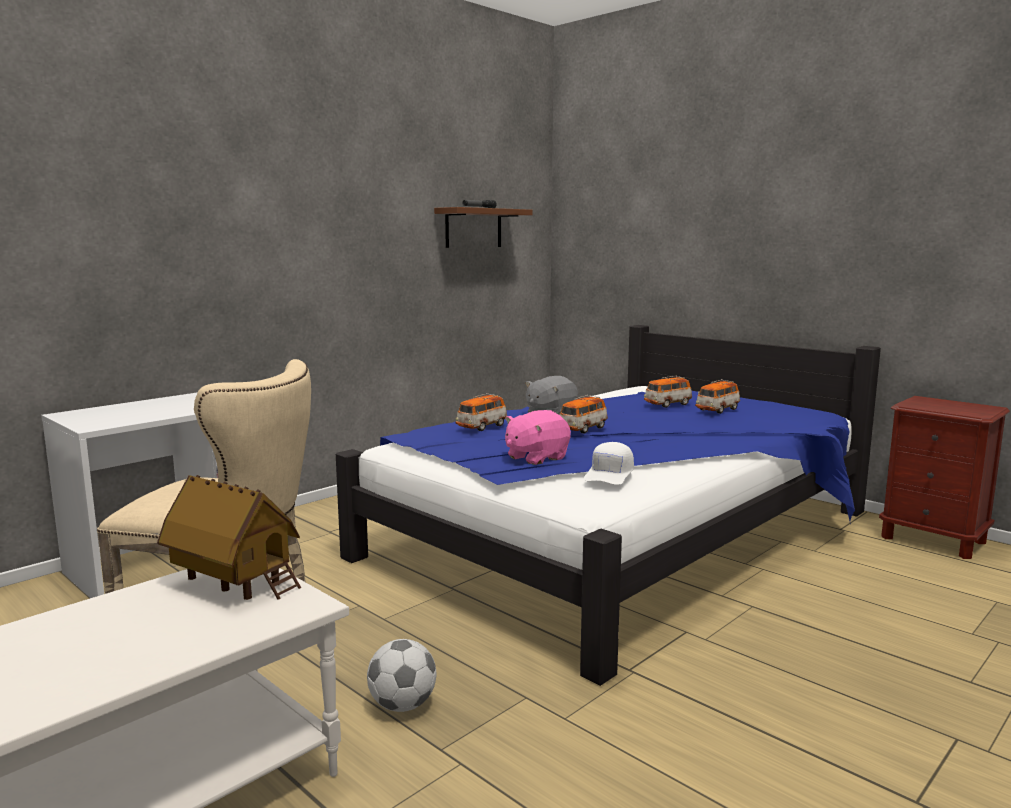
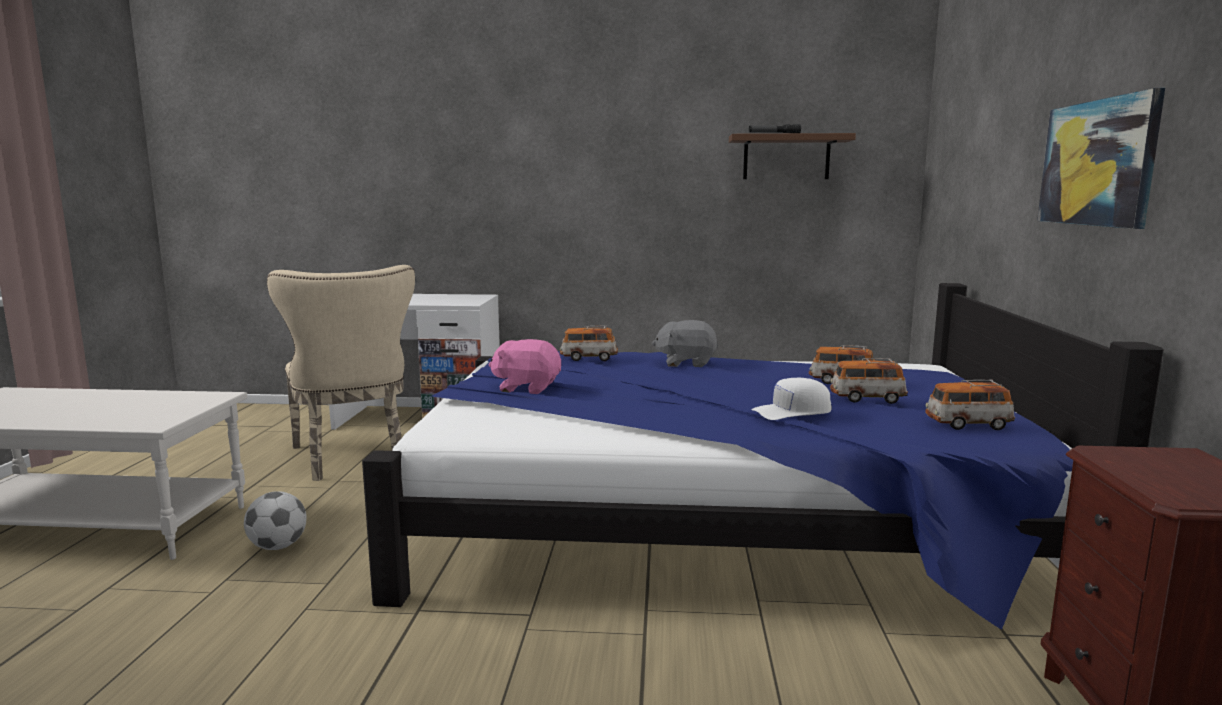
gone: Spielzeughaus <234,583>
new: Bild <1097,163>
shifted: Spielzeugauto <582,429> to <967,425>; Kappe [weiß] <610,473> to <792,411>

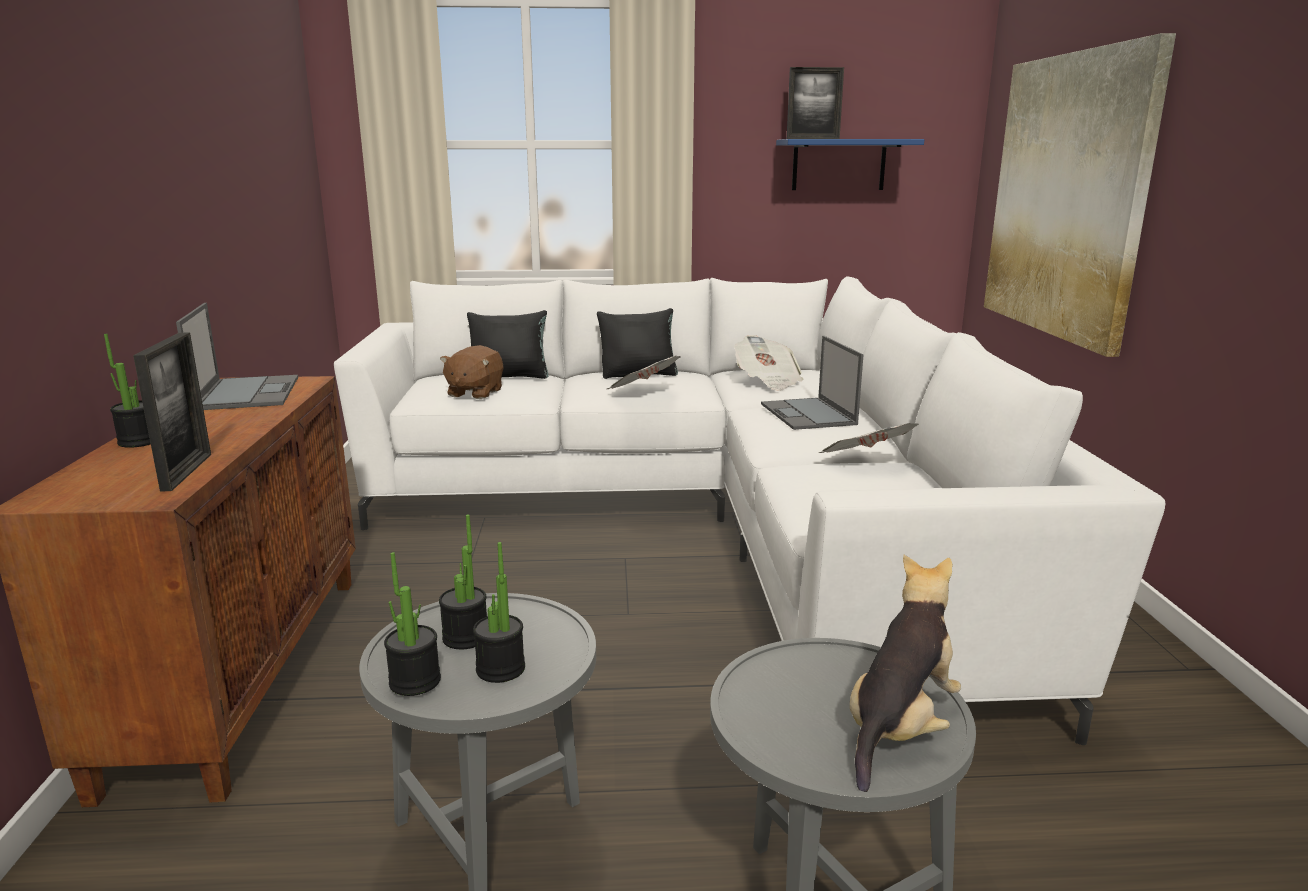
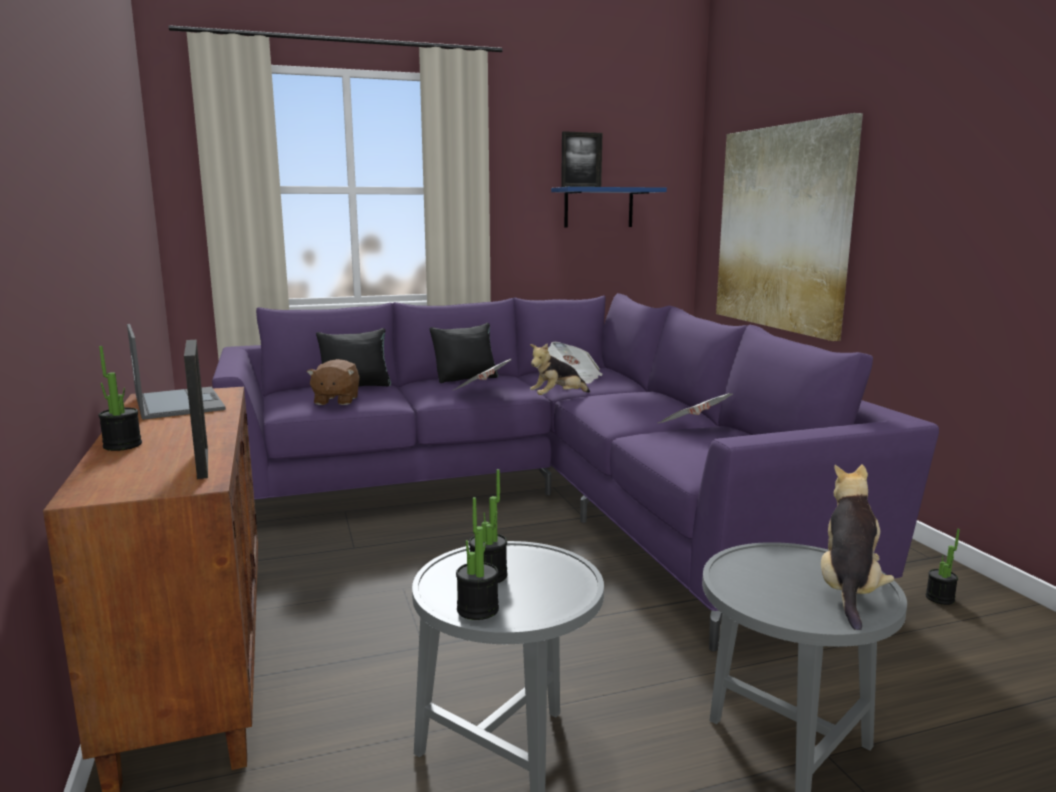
gone: Laptop <808,414>
new: Plüschtier <558,397>
shifted: Topfpflanze <500,669> to <939,598>
repainted: Sofa [weiß] <711,528> to Sofa [lila] <544,501>

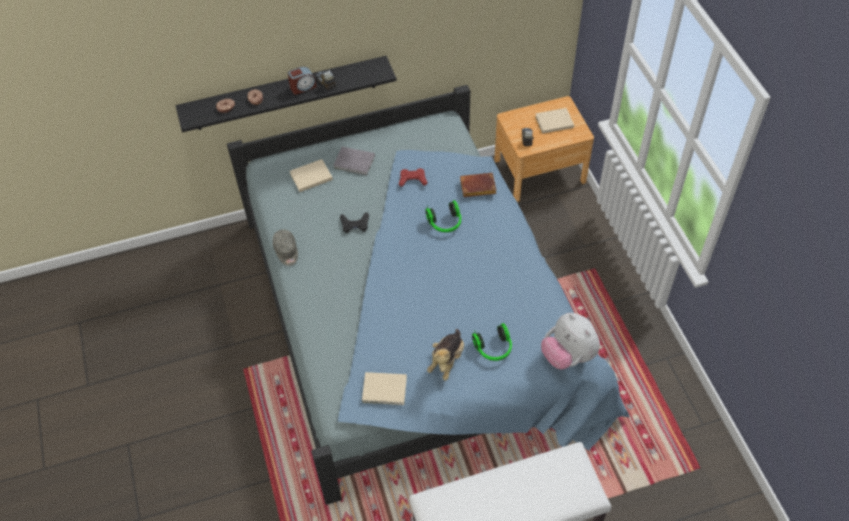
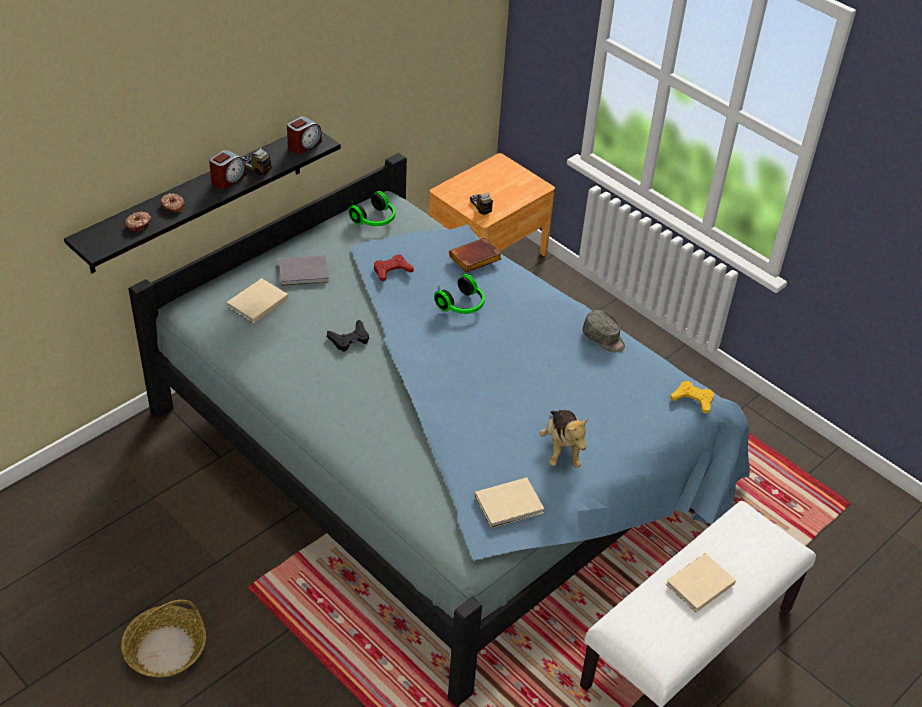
new: Korb <166,649>; Wecker <304,145>
shifted: Kappe [grau] <286,251> to <603,338>; Kopfhörer <494,348> to <375,220>; Buch [beige] <553,121> to <698,584>
swapped: Plüschtier <568,355> to Gamepad [gelb] <693,399>

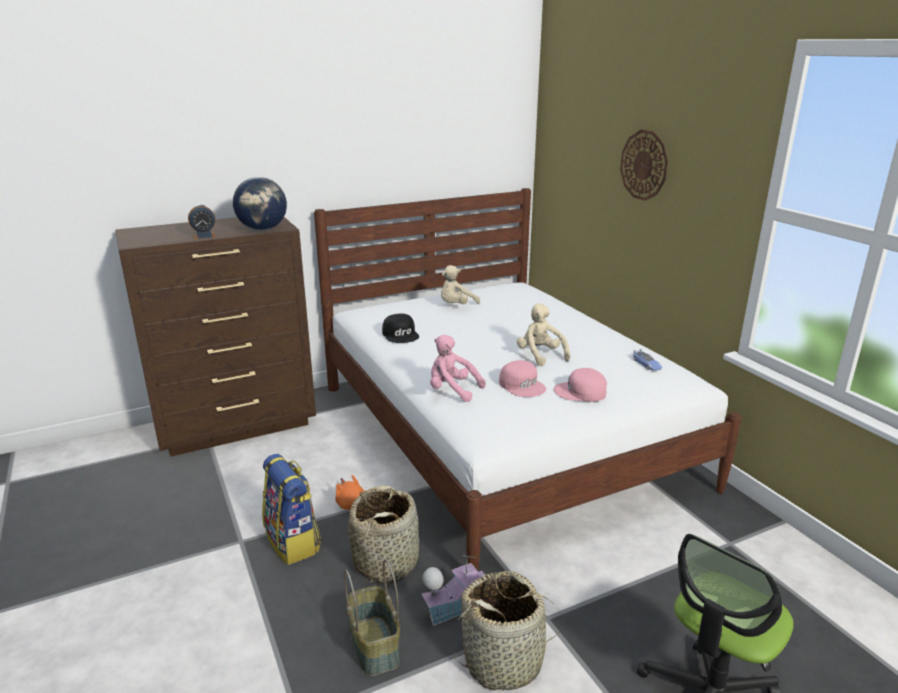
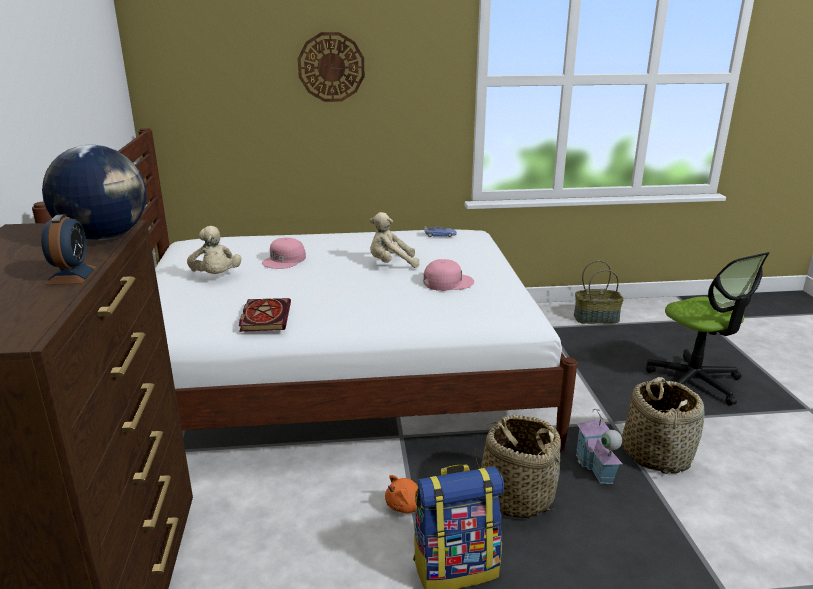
gone: Plüschtier [rosa] <452,390>
shifted: Korb <375,645> to <596,318>; Kappe [rosa] <580,392> to <285,260>
swapped: Kappe [schwarz] <401,334> to Buch <264,317>

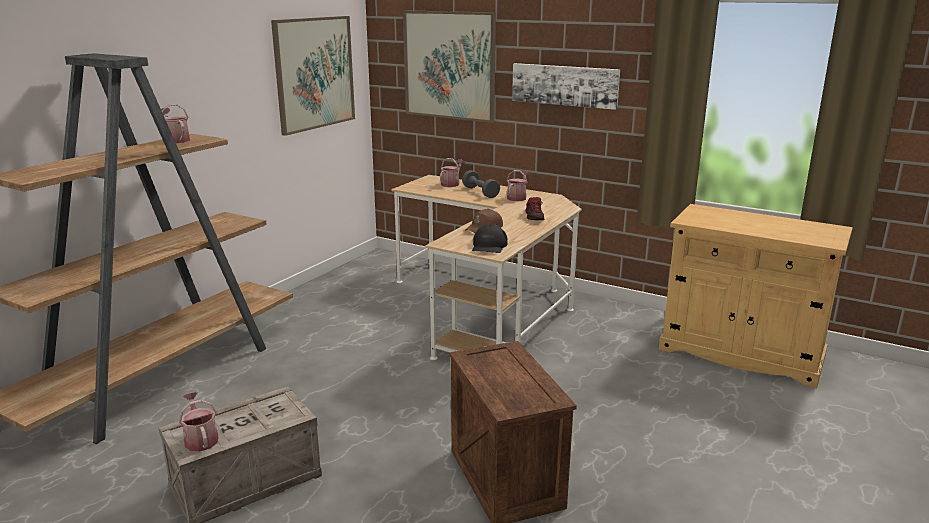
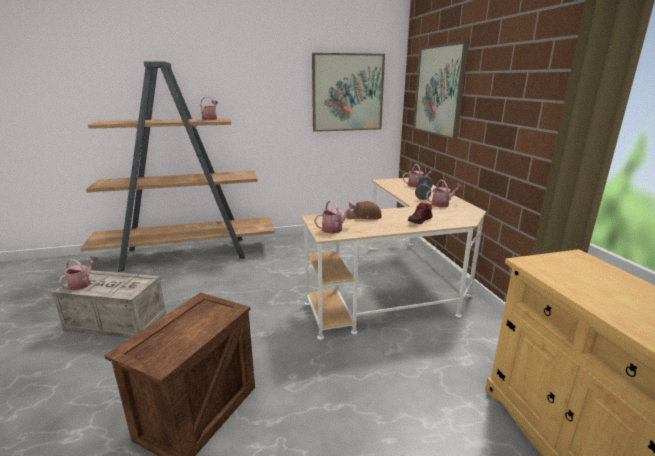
gone: Bild <565,85>
swapped: Kappe [schwarz] <489,246> to Gießkanne <334,229>

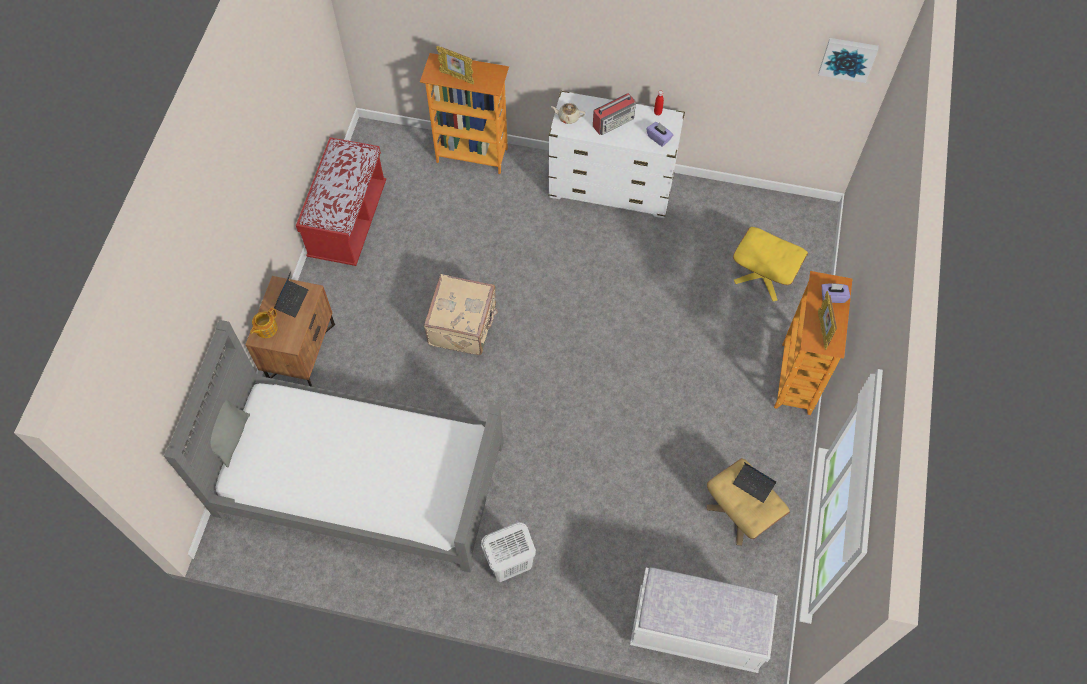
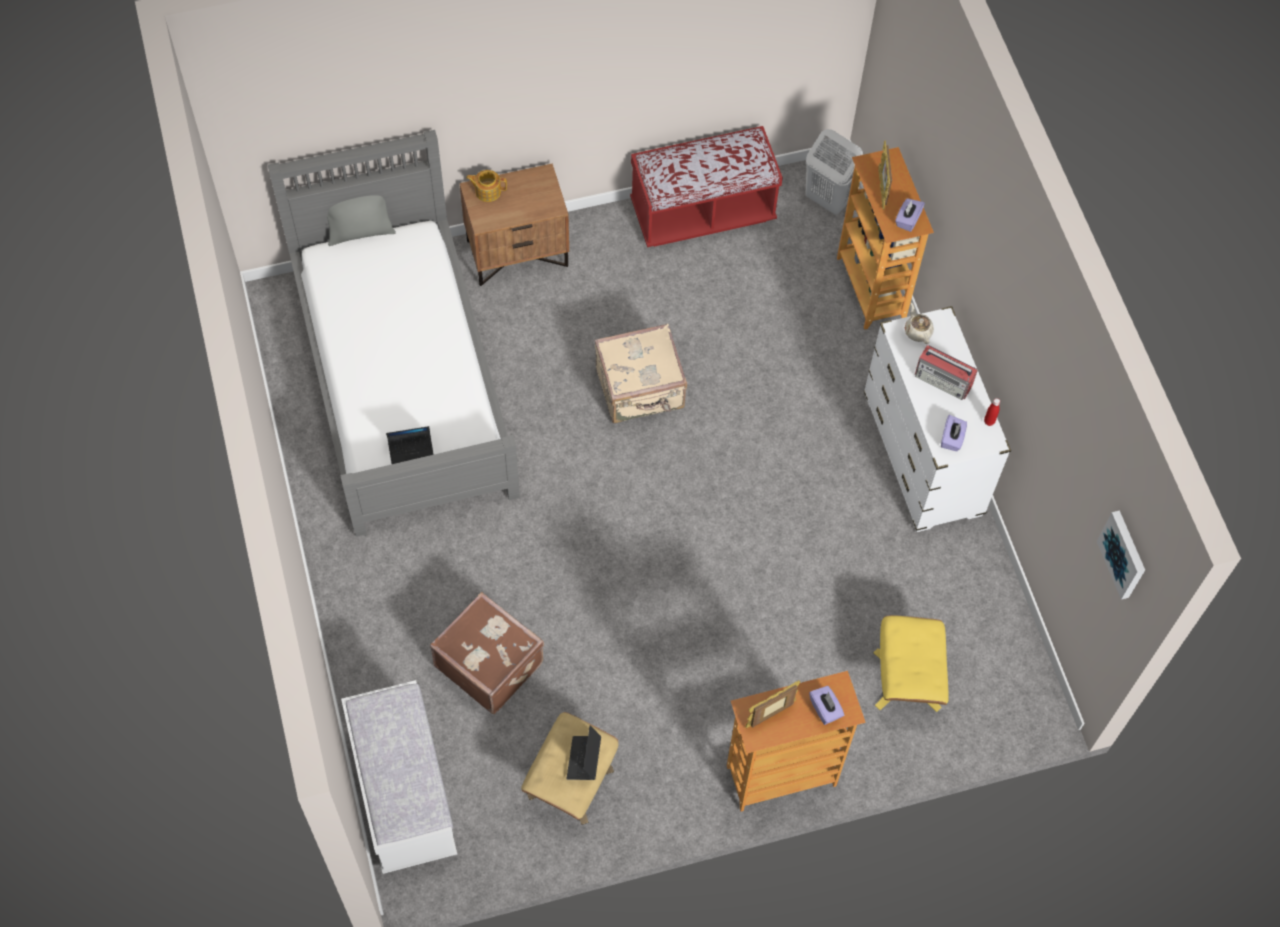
new: Koffer [braun] <490,663>; Taschentuchbox [lila] <907,220>
shifted: Laptop <292,300> to <411,449>; Wäschekorb [weiß] <509,564> to <828,199>

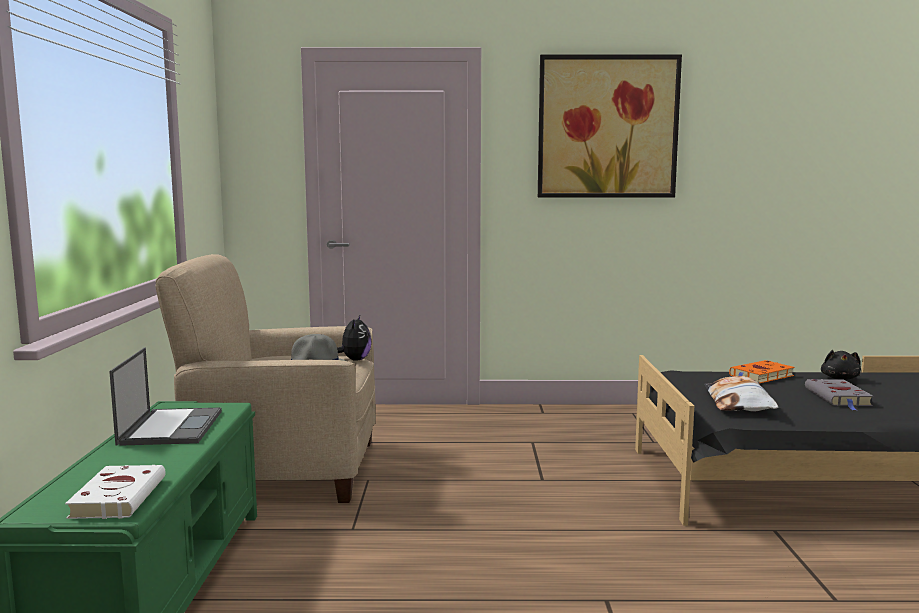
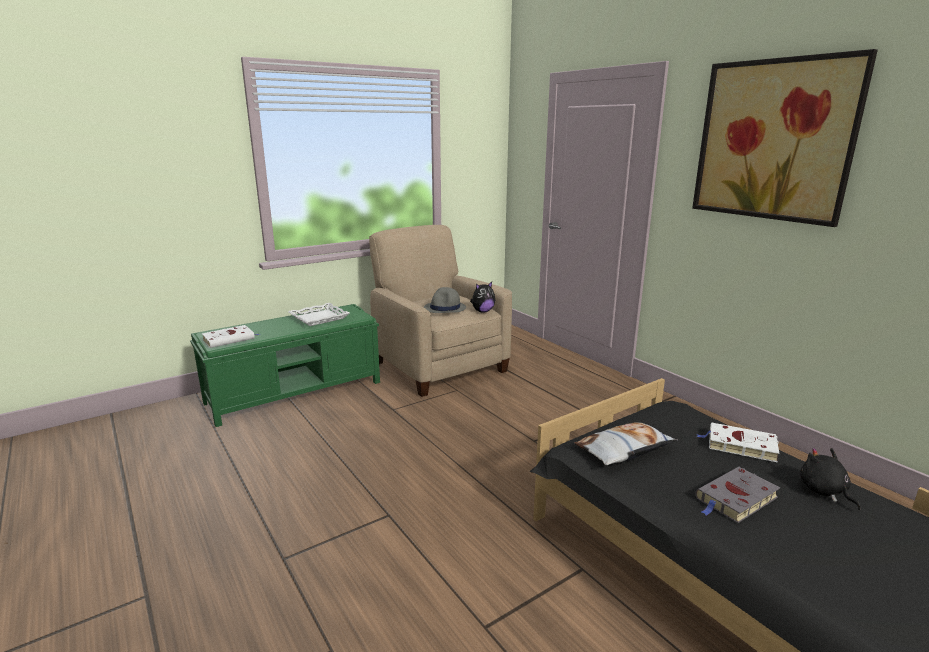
swapped: Laptop <171,427> to Tablett [weiß] <319,318>
repainted: Buch [orange] <760,376> to Buch [weiß] <739,445>
rotated: Plüschtier [schwarz] <840,378> = <824,491> 90 degrees clockwise

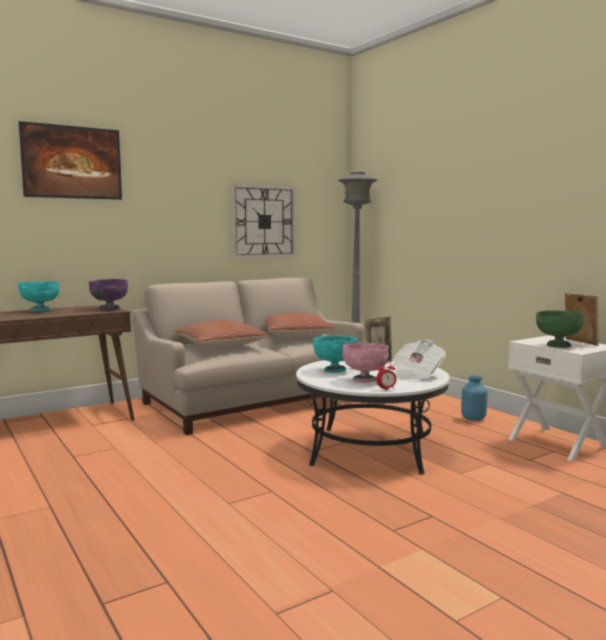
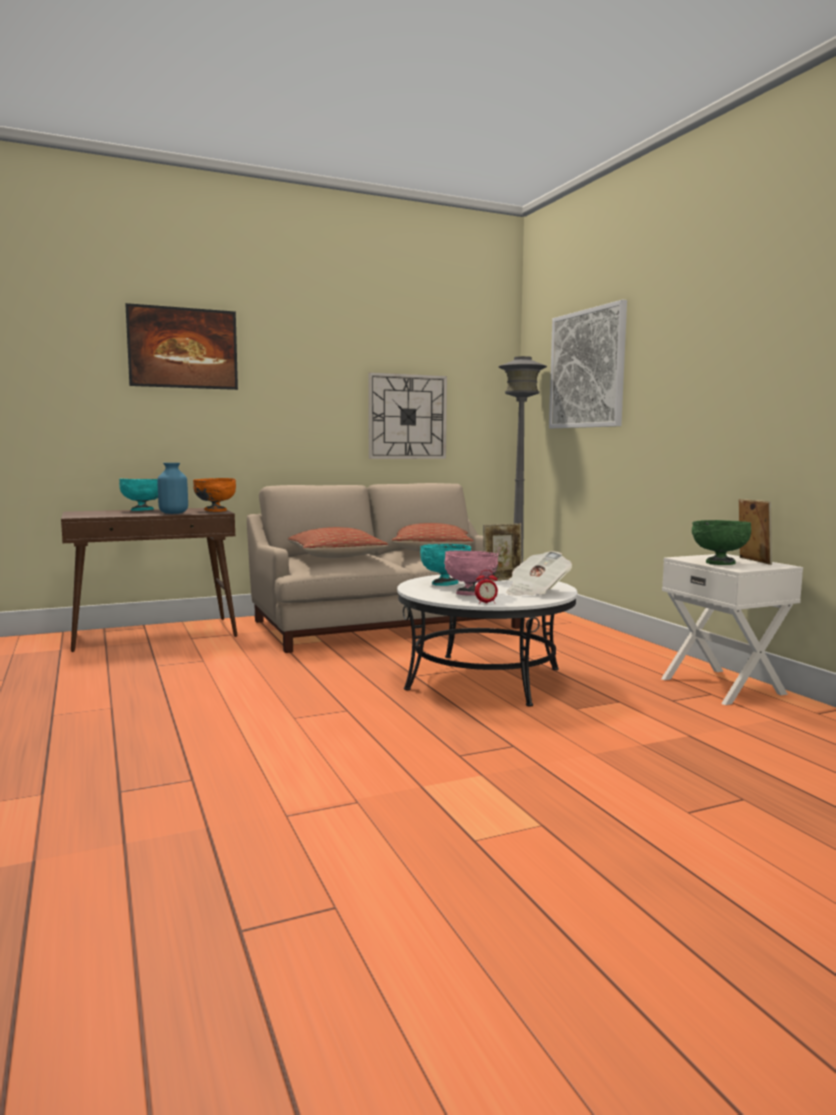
new: Bild <587,369>
shifted: Vase [blau] <473,419> to <173,513>
repainted: Schüssel [lila] <109,309> to Schüssel [orange] <215,511>

